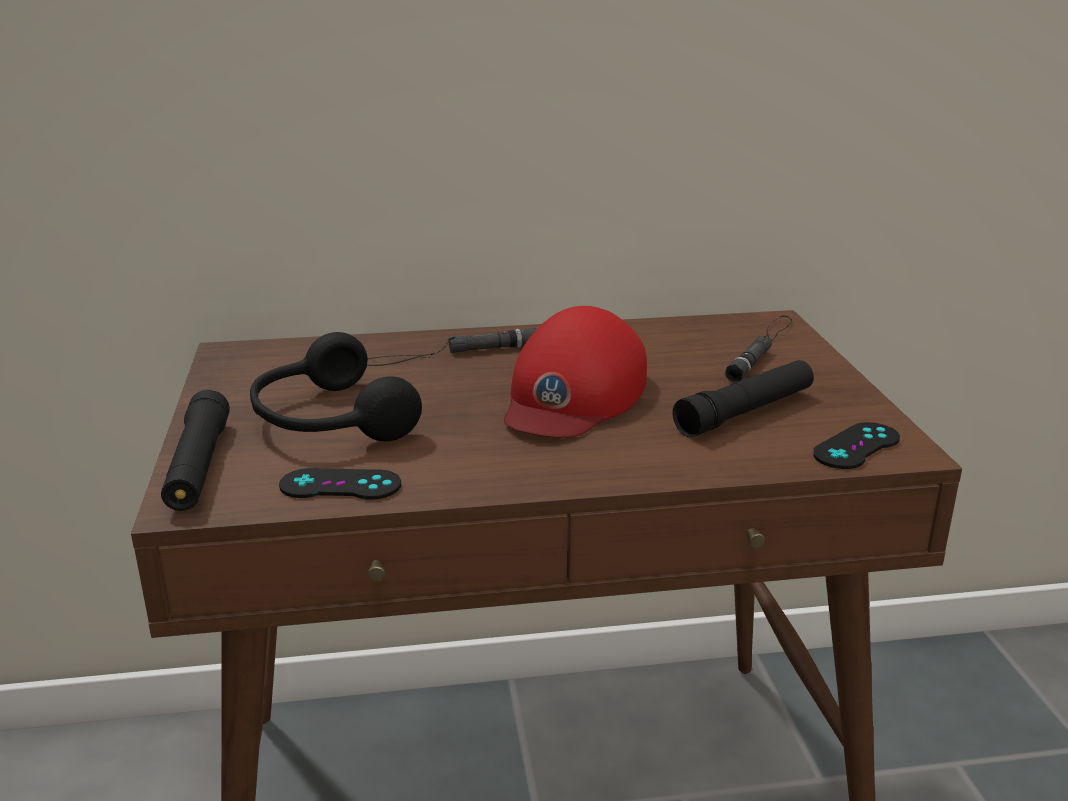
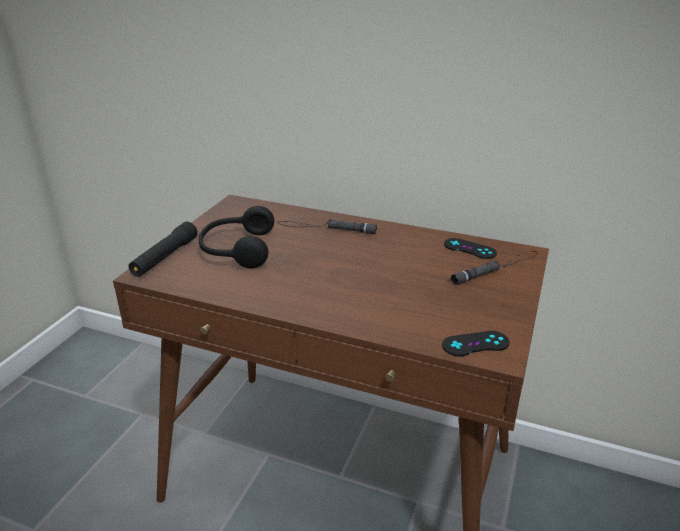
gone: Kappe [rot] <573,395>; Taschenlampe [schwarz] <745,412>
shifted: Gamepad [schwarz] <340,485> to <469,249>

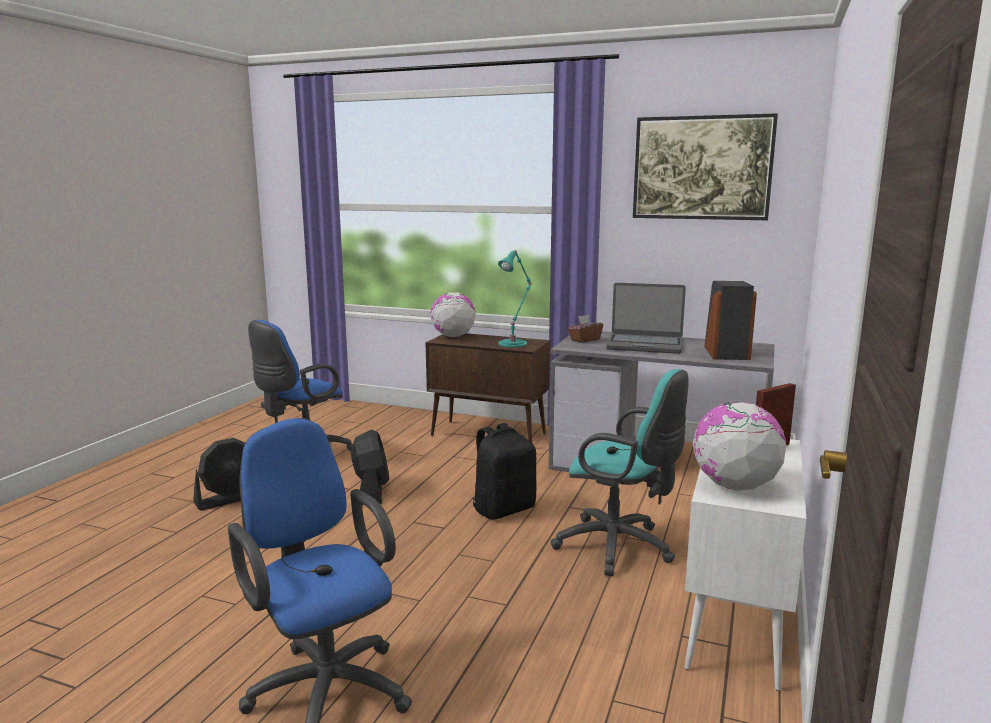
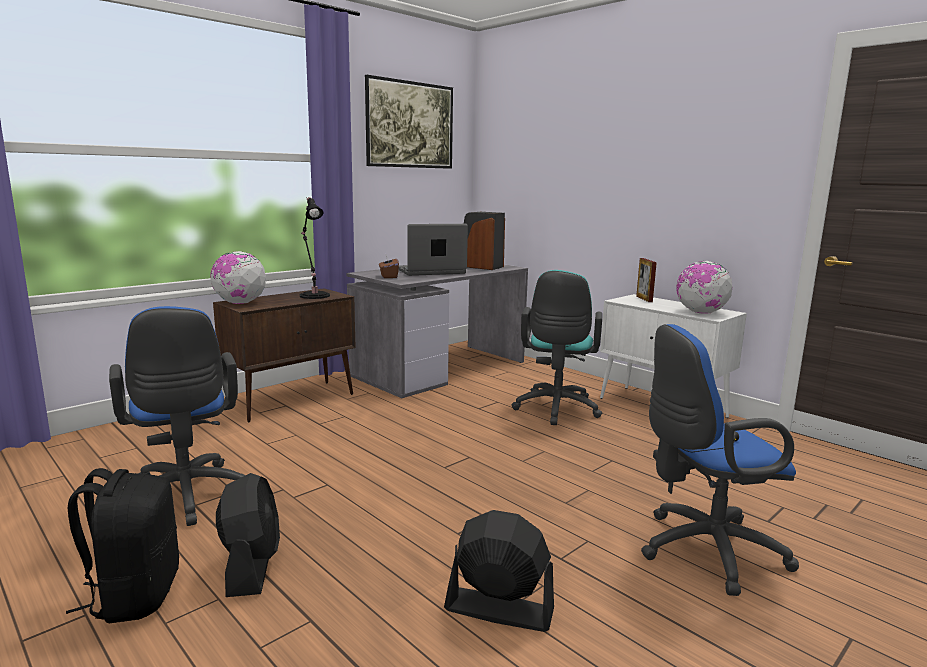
shifted: Ventilator [schwarz] <371,491> to <498,609>; Rucksack [schwarz] <503,509> to <134,595>
repainted: Tischlampe [türkis] <514,343> to Tischlampe [schwarz] <314,295>
rotated: Bürostuhl [türkis] <620,548> = <556,410> 135 degrees clockwise; Laptop <644,345> = <431,271> 150 degrees counterclockwise

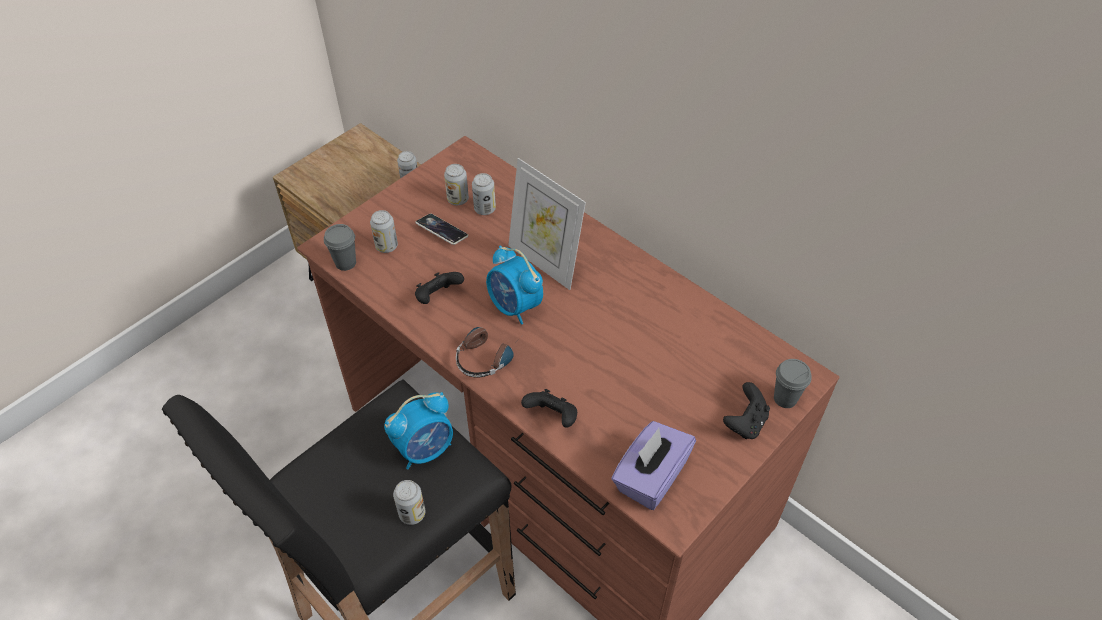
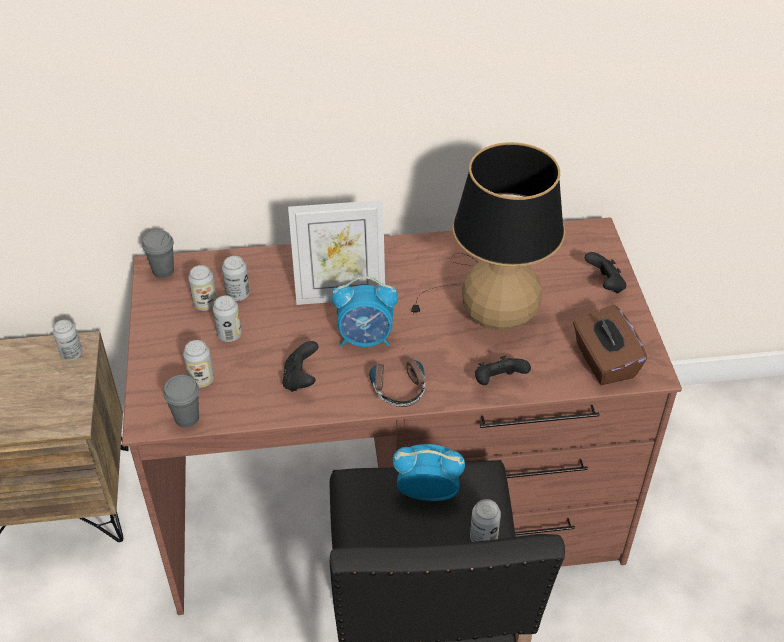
new: Tischlampe <491,311>
shifted: Tasse [grau] <785,398> to <163,271>
swapped: Handy <442,231> to Dose <229,335>
repainted: Taschentuchbox [lila] <650,477> to Taschentuchbox [braun] <604,361>
rotated: Wecker <425,449> = <427,492> 90 degrees counterclockwise

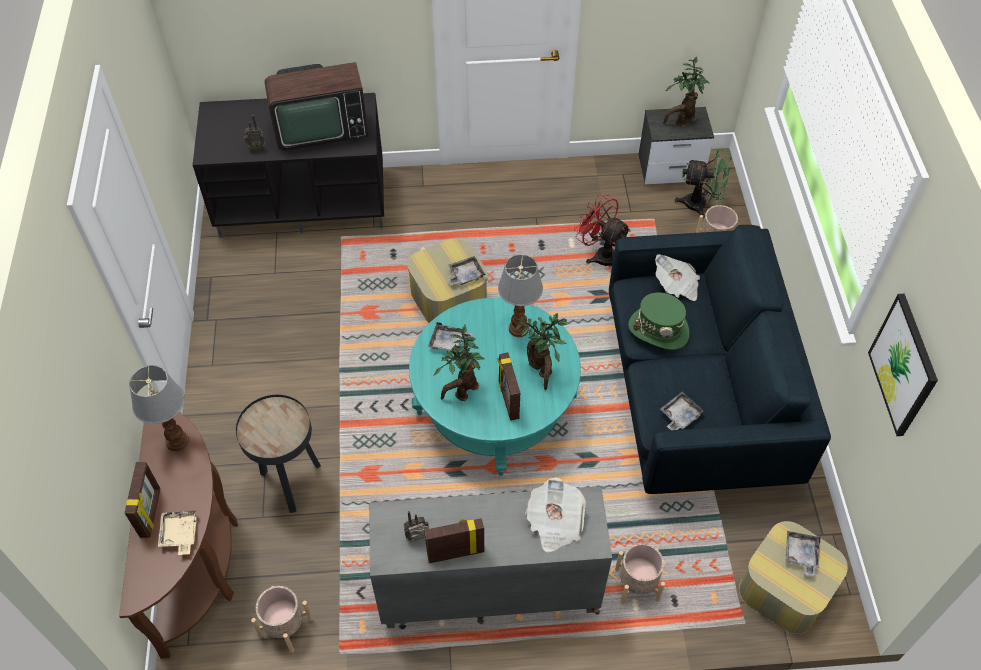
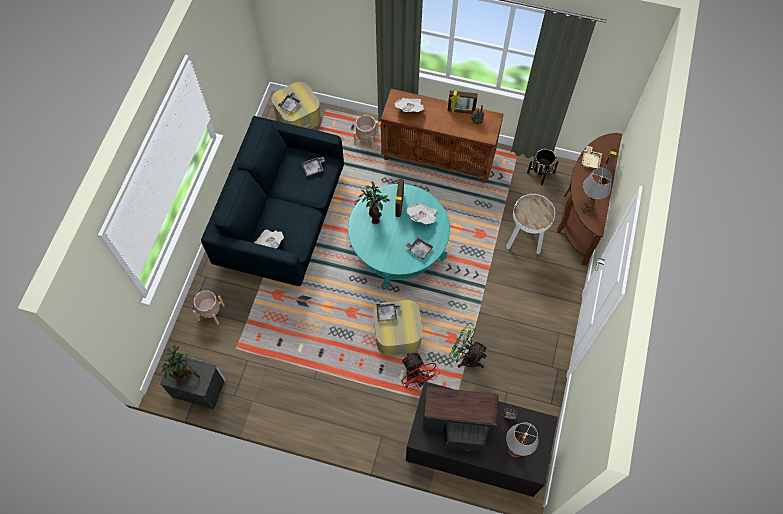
gone: Hut [grün] <658,330>; Bild <903,365>
shifted: Tischlampe <519,328> to <515,450>; Ventilator [rot] <600,254> to <416,379>; Ventilator [grün] <701,205> to <466,357>
swapped: Topfpflanze <463,392> to Zeitung <422,217>
repainted: Beistelltisch [schwarz] <291,483> to Beistelltisch [weiß] <524,242>; Pflanzkübel [beige] <286,627> to Pflanzkübel [schwarz] <540,172>; Schrank [grau] <487,592> to Schrank [braun] <439,158>

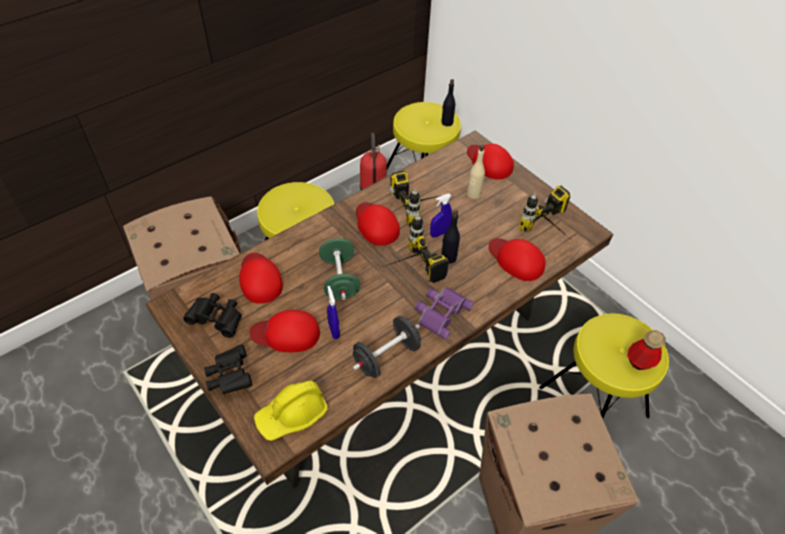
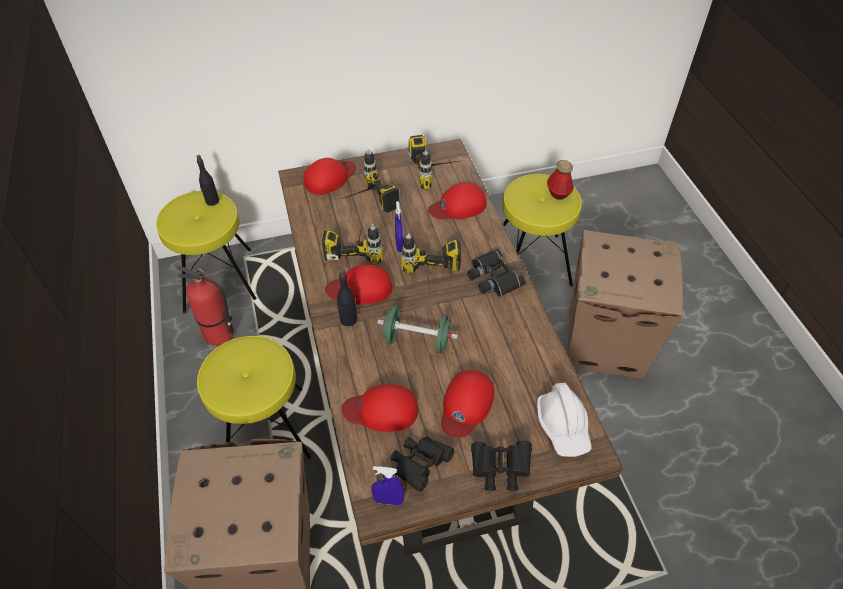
gone: Hantel [schwarz] <386,356>
shifted: Sprühflasche [blau] <334,330> to <388,500>; Flasche [schwarz] <448,257> to <348,320>
swapped: Flasche [beige] <473,194> to Bohrmaschine <363,203>
repainted: Schutzhelm [gelb] <292,415> to Schutzhelm [weiß] <563,426>; Fernglas [lila] <440,312> to Fernglas [schwarz] <492,277>
rotated: Kappe [rot] <489,162> = <329,178> 150 degrees clockwise

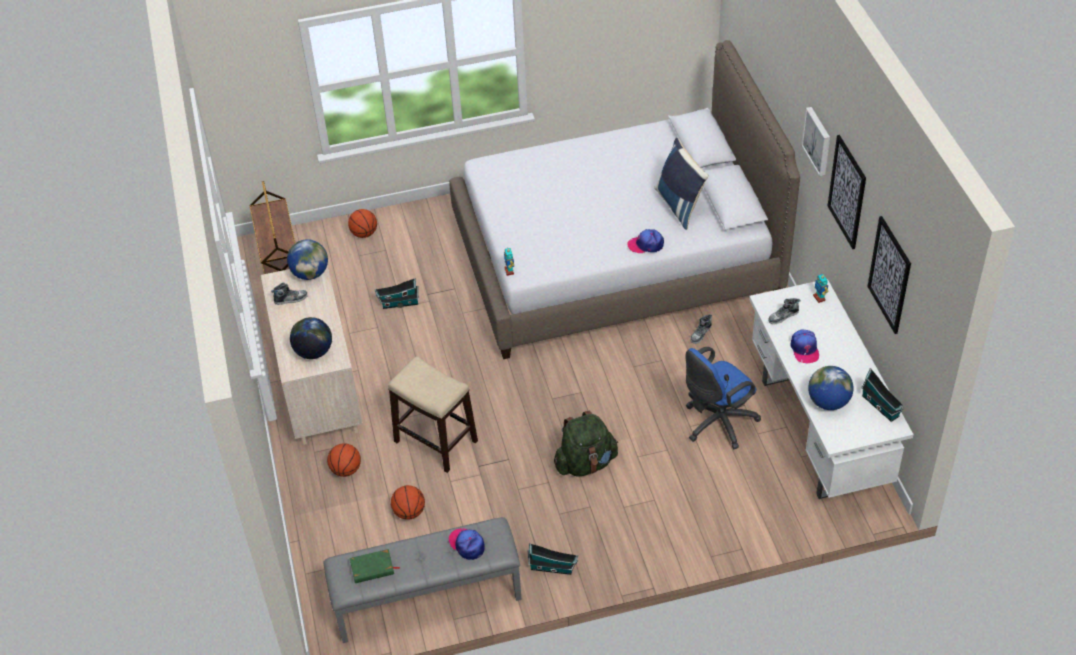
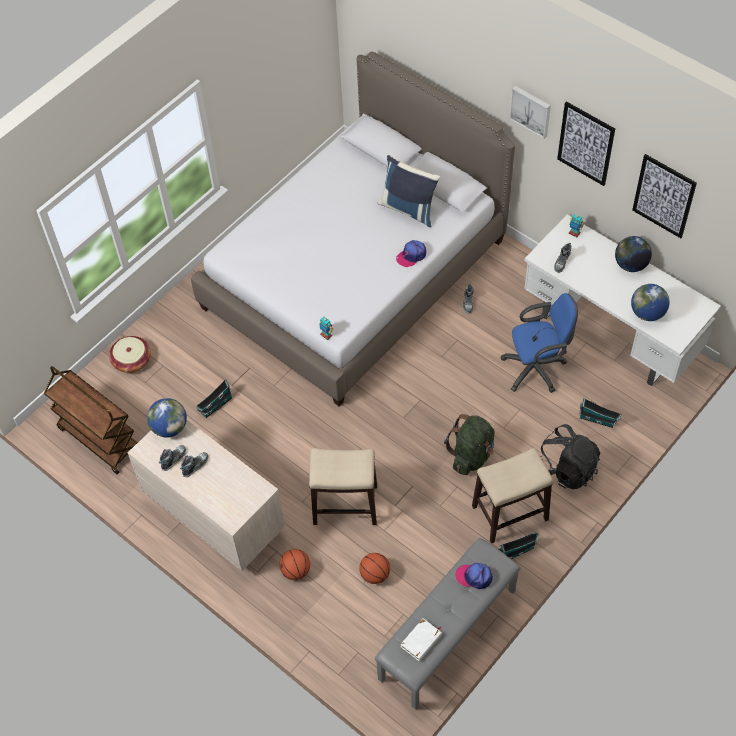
gone: Kappe <804,349>
new: Schuh <195,465>; Hocker <510,513>; Rucksack [schwarz] <566,468>
shifted: Globus <314,352> to <630,265>; Spielzeughaus <881,407> to <598,419>
swapped: Basketball <364,233> to Korb <132,361>
repainted: Buch [grün] <372,568> to Buch [weiß] <421,641>
rotated: Bürostuhl [blau] <716,423> = <537,368> 120 degrees counterclockwise

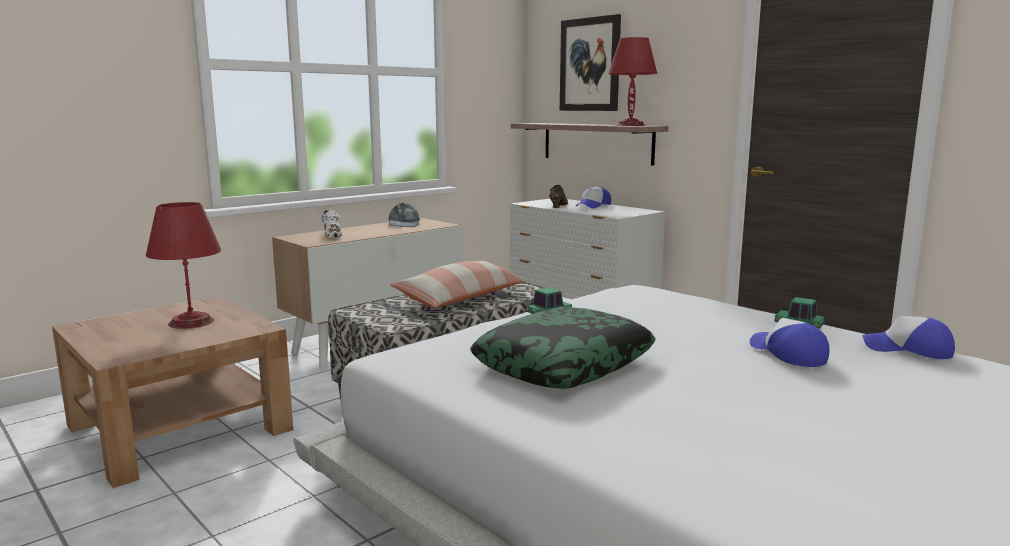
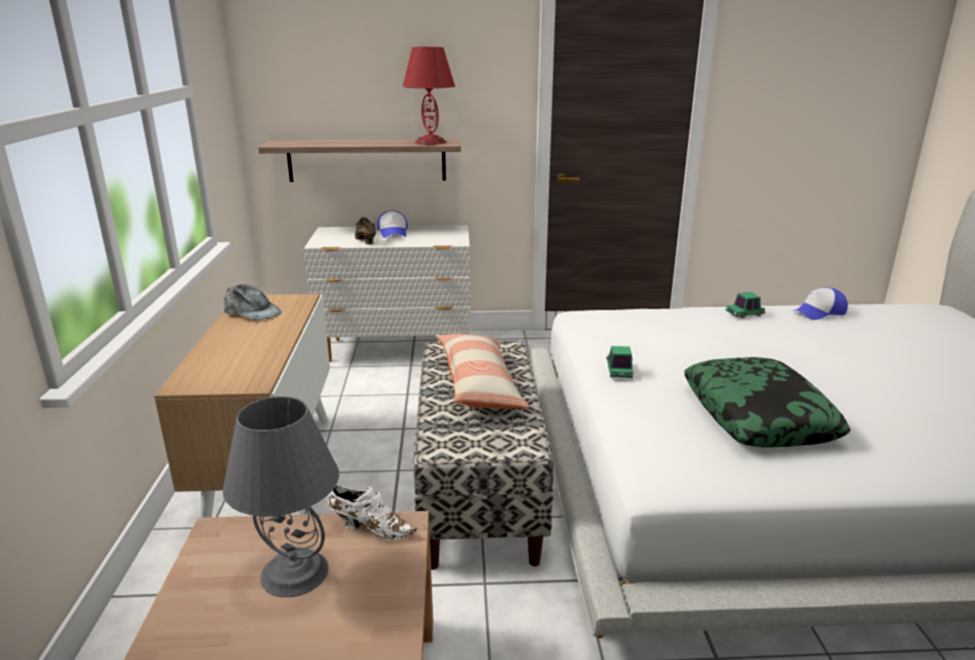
gone: Bild <590,65>; Kappe <787,353>
shifted: Schuh [weiß] <332,235> to <370,528>
repainted: Tischlampe [rot] <192,322> to Tischlampe [grau] <295,572>

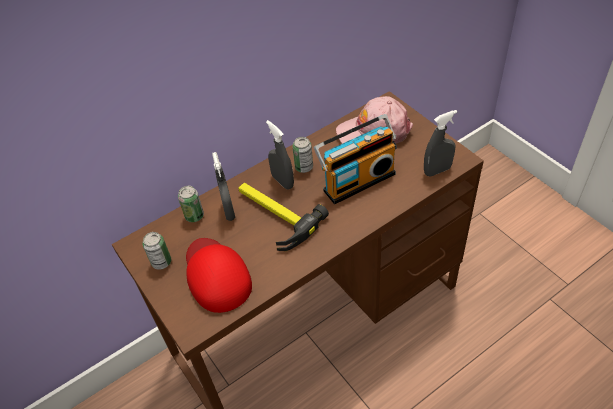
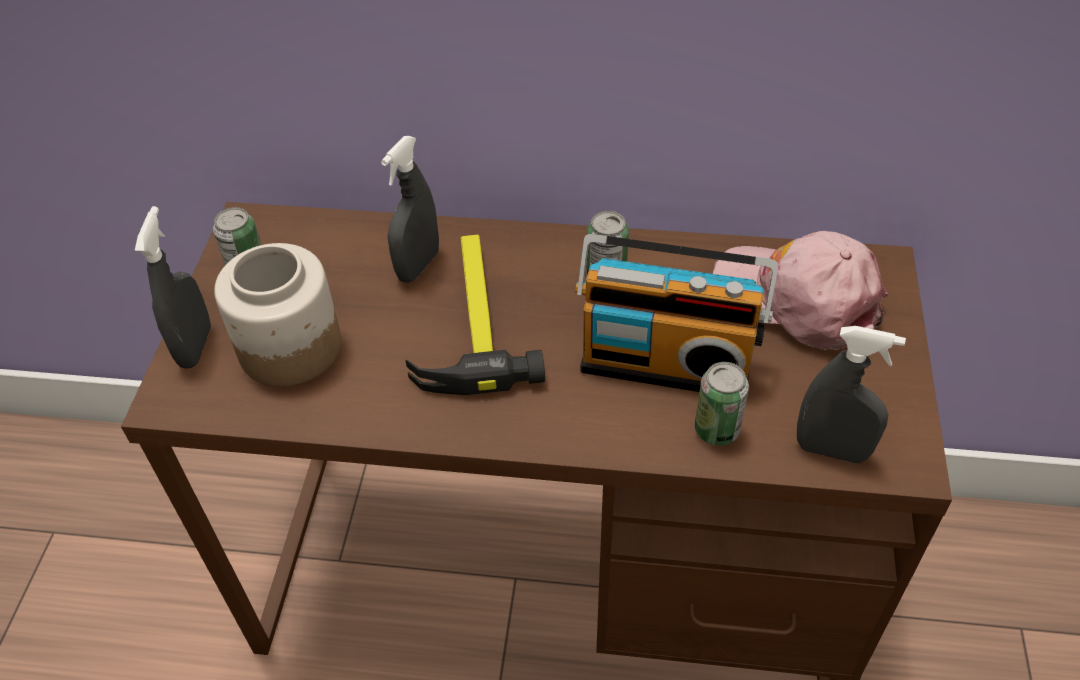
shifted: Dose <194,216> to <716,430>; Sprühflasche [grau] <282,181> to <195,346>
swapped: Kappe [rot] <216,275> to Vorratsglas <289,348>

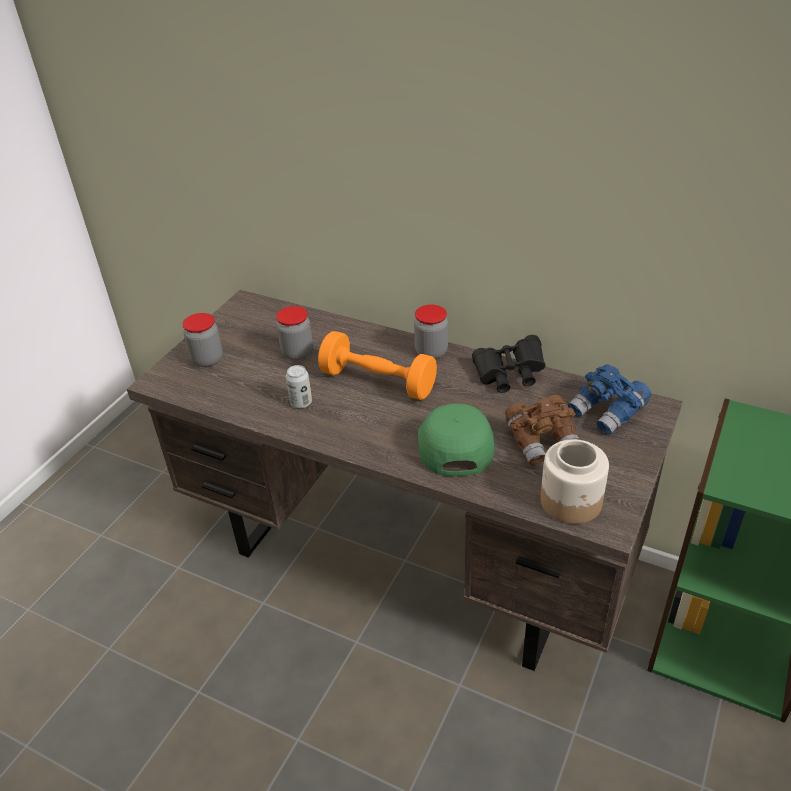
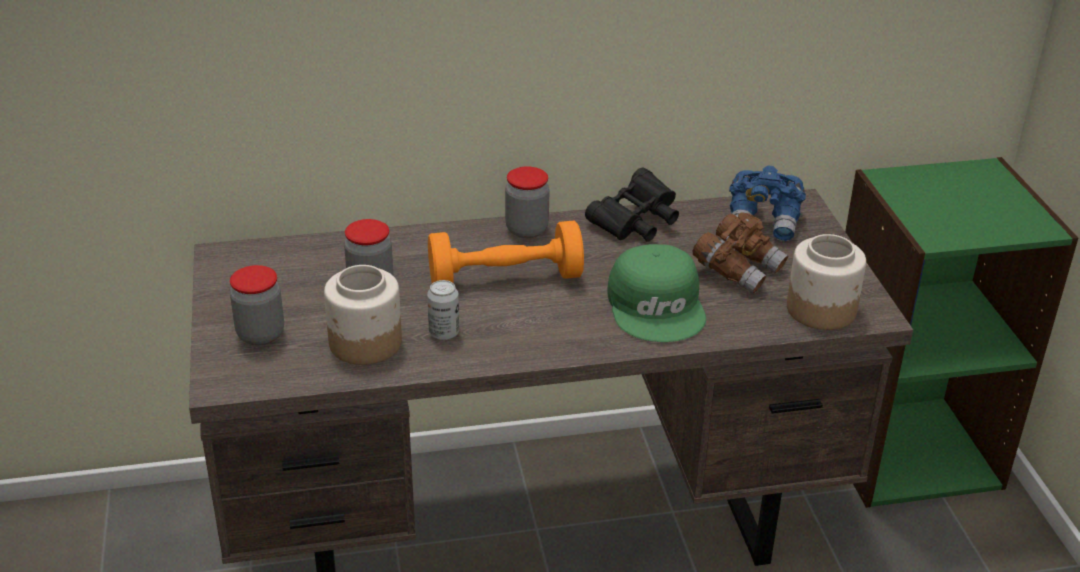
new: Vorratsglas <365,343>
rotated: Kappe [grün] <453,443> = <657,306> 150 degrees counterclockwise

